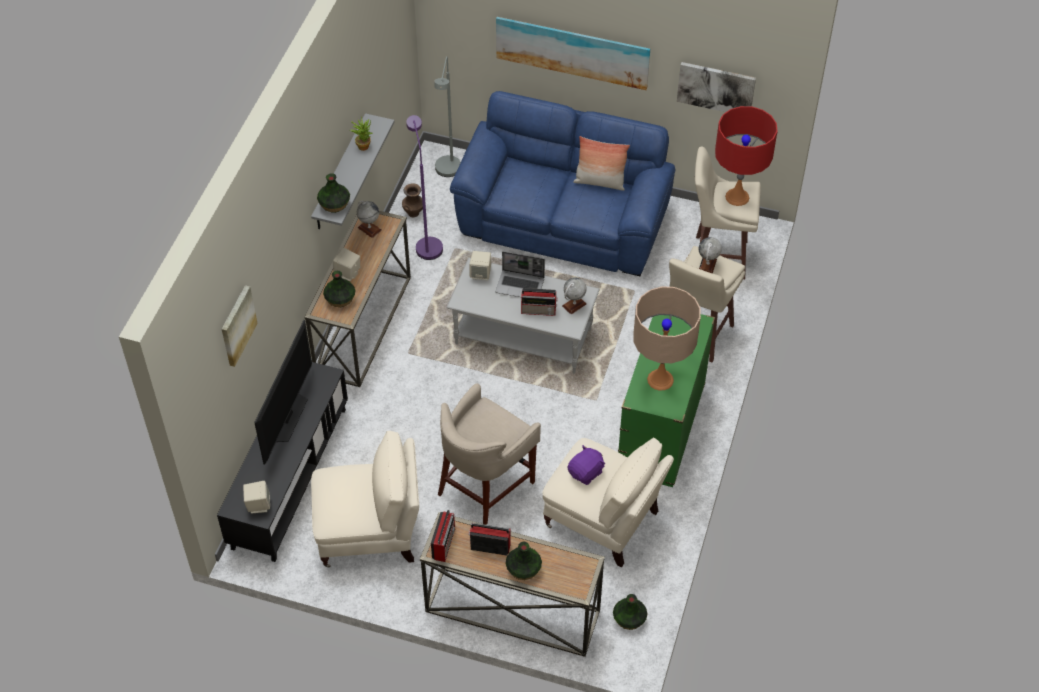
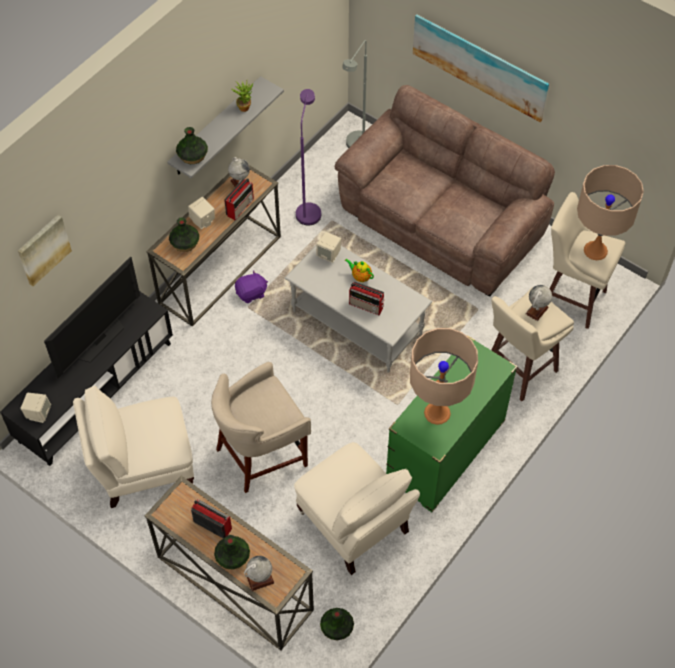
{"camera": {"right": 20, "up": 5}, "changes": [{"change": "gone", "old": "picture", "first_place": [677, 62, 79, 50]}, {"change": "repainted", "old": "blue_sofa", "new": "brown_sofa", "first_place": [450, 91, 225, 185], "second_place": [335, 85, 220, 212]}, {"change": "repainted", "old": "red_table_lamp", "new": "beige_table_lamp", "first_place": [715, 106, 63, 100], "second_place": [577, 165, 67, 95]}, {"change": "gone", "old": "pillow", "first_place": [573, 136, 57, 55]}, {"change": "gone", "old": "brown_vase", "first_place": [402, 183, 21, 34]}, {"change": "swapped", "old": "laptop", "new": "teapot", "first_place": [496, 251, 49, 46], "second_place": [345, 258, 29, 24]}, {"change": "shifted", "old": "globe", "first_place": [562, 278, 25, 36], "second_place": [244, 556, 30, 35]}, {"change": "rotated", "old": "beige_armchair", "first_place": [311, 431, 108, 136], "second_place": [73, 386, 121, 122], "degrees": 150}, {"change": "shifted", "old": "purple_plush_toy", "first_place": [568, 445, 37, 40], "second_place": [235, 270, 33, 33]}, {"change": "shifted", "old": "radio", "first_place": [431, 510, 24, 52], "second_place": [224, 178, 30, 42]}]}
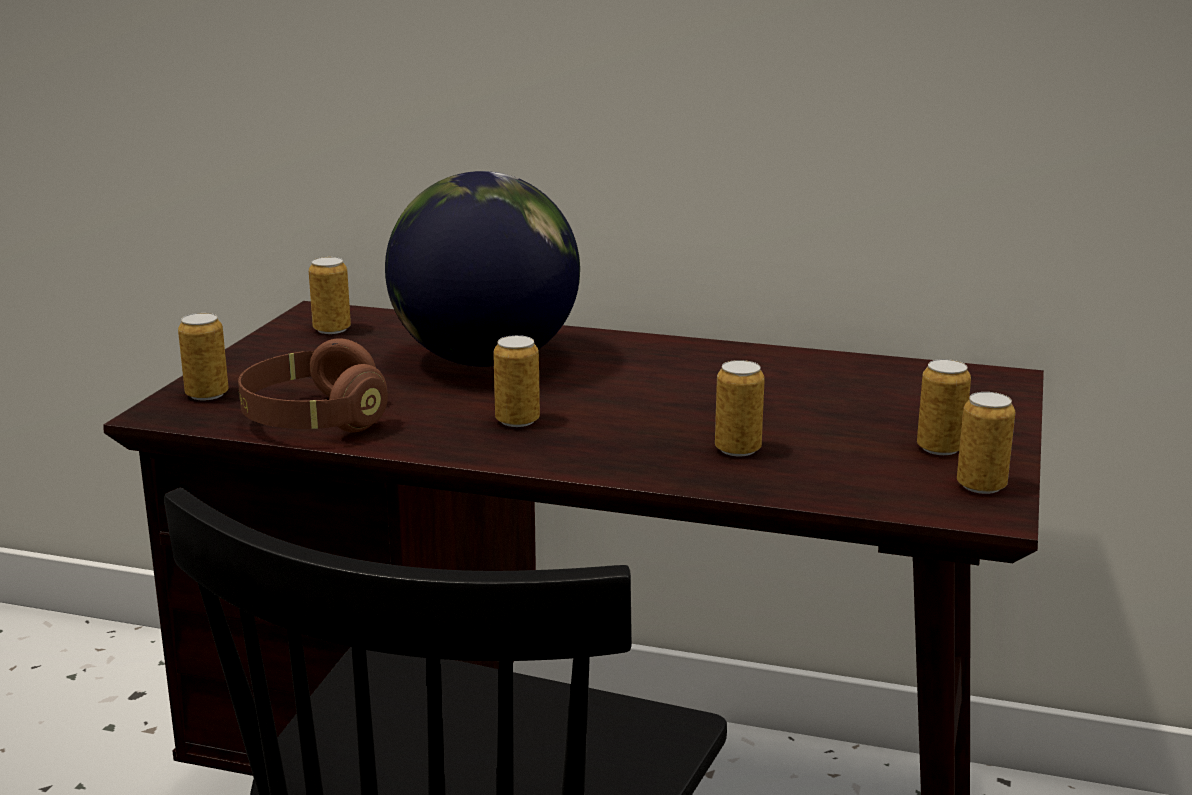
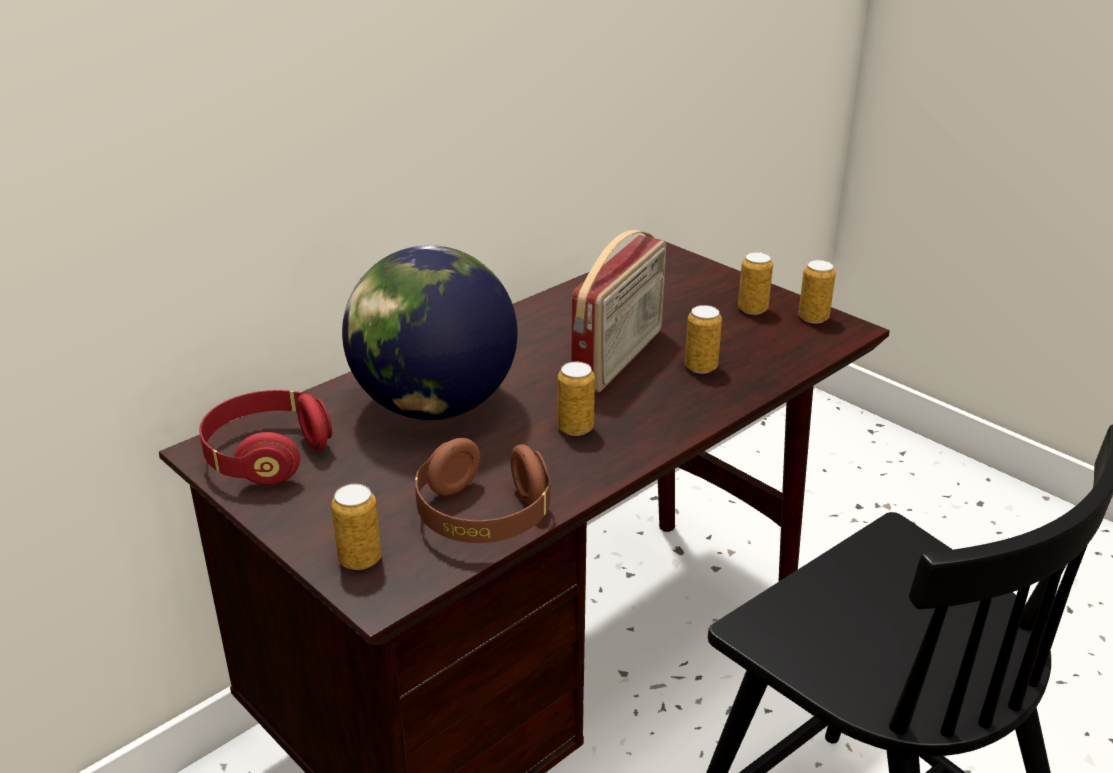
{"camera": {"right": -60, "up": 10}, "changes": [{"change": "swapped", "old": "can", "new": "red_headphones", "first_place": [309, 257, 42, 77], "second_place": [199, 390, 133, 95]}, {"change": "new", "new": "radio", "second_place": [571, 230, 95, 162]}]}
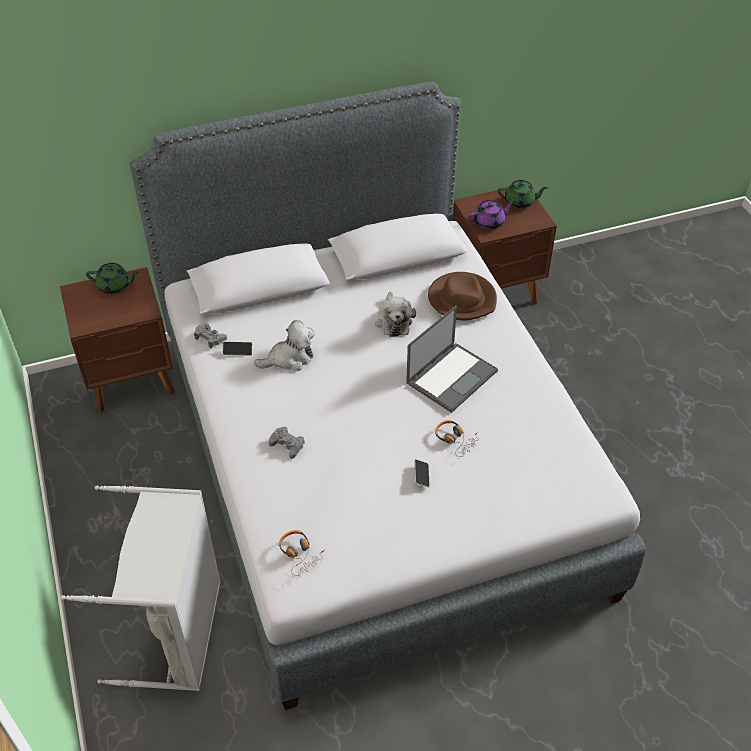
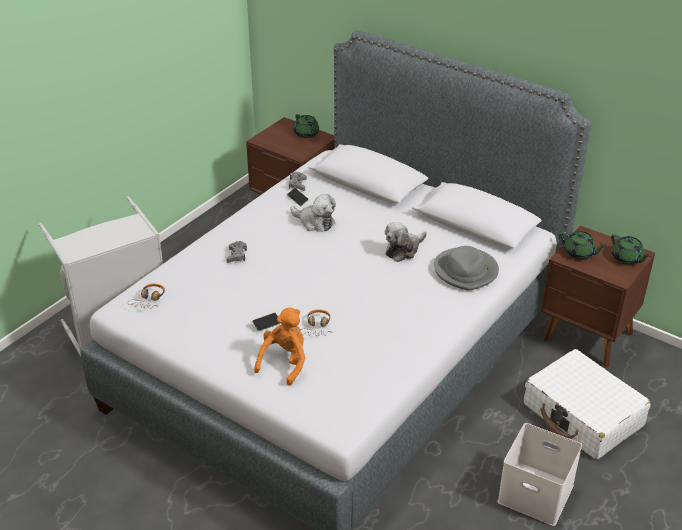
{"camera": {"right": 55, "up": -10}, "changes": [{"change": "repainted", "old": "purple_teapot", "new": "green_teapot", "first_place": [468, 200, 47, 30], "second_place": [559, 231, 48, 28]}, {"change": "repainted", "old": "brown_hat", "new": "grey_hat", "first_place": [428, 272, 69, 48], "second_place": [434, 246, 65, 45]}, {"change": "gone", "old": "laptop", "first_place": [406, 305, 92, 108]}, {"change": "new", "new": "orange_plush_toy", "second_place": [254, 307, 51, 79]}, {"change": "new", "new": "white_suitcase", "second_place": [524, 349, 127, 111]}, {"change": "new", "new": "white_storage_box", "second_place": [497, 423, 85, 103]}]}
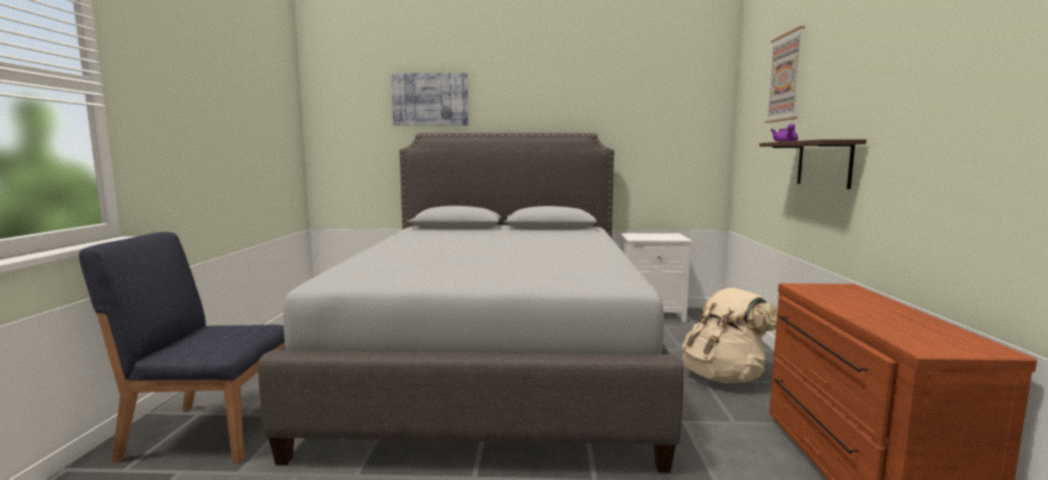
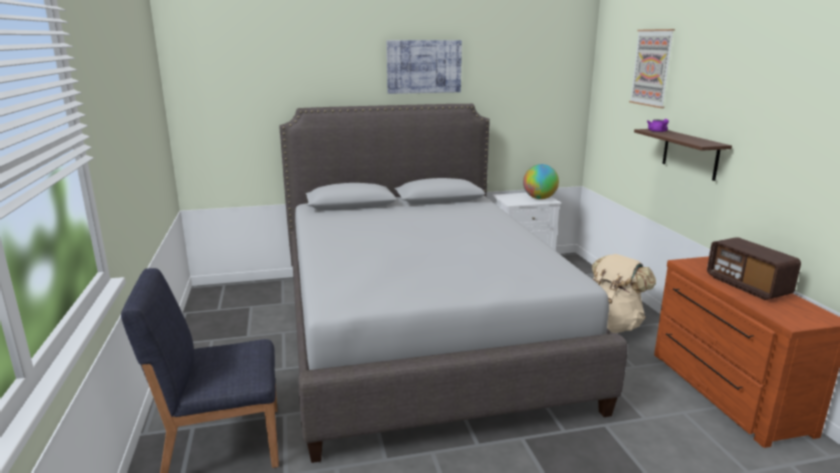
{"camera": {"right": -15, "up": 10}, "changes": [{"change": "shifted", "old": "picture", "first_place": [391, 73, 77, 53], "second_place": [387, 40, 75, 54]}, {"change": "new", "new": "globe", "second_place": [523, 164, 36, 35]}, {"change": "new", "new": "radio", "second_place": [707, 237, 94, 63]}]}
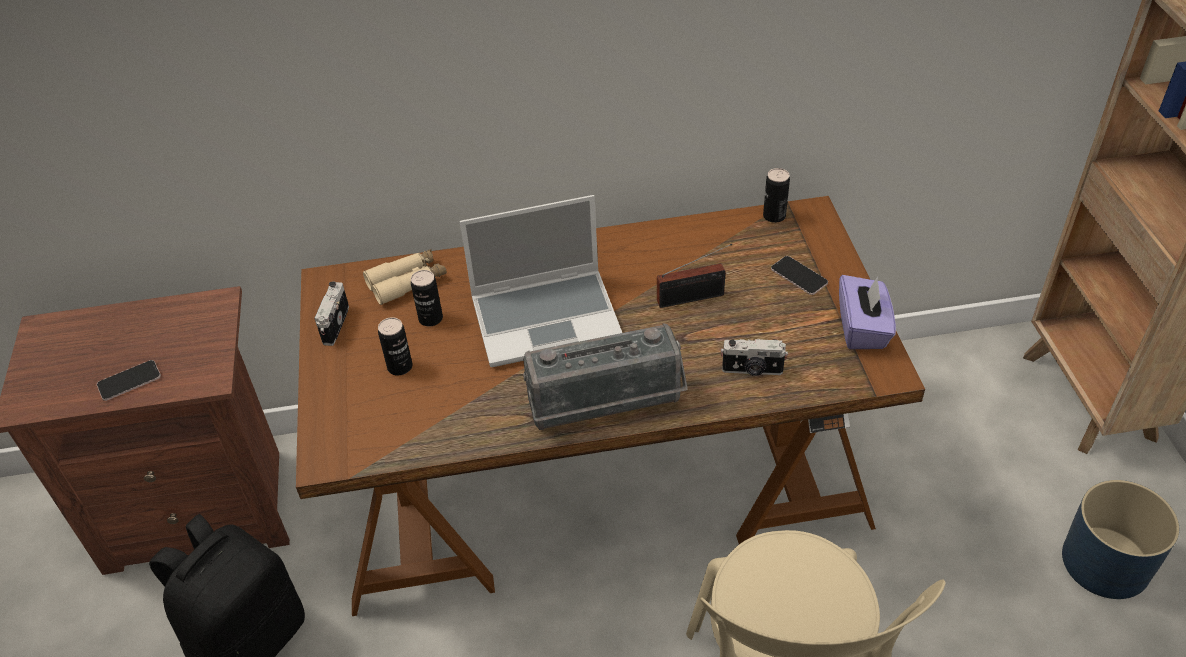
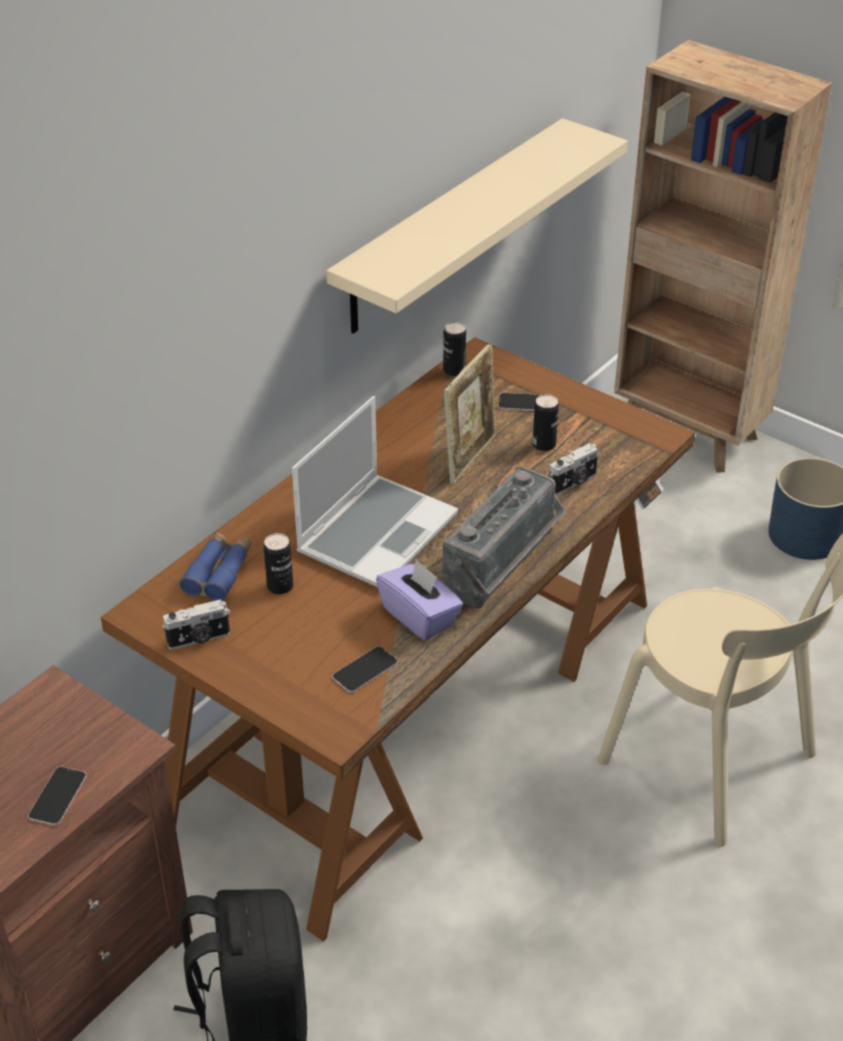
{"camera": {"right": -45, "up": -5}, "changes": [{"change": "swapped", "old": "radio", "new": "picture_frame", "first_place": [657, 244, 75, 64], "second_place": [444, 343, 52, 142]}, {"change": "repainted", "old": "beige_binoculars", "new": "blue_binoculars", "first_place": [363, 249, 84, 56], "second_place": [179, 531, 73, 70]}, {"change": "shifted", "old": "purple_tissue_box", "first_place": [839, 275, 57, 74], "second_place": [376, 559, 87, 82]}, {"change": "rotated", "old": "photo_camera", "first_place": [314, 281, 35, 65], "second_place": [162, 599, 68, 51], "degrees": -75}, {"change": "shifted", "old": "can", "first_place": [378, 317, 35, 58], "second_place": [532, 394, 27, 57]}, {"change": "new", "new": "beige_shelf", "second_place": [326, 118, 301, 216]}, {"change": "new", "new": "phone", "second_place": [332, 646, 66, 47]}]}
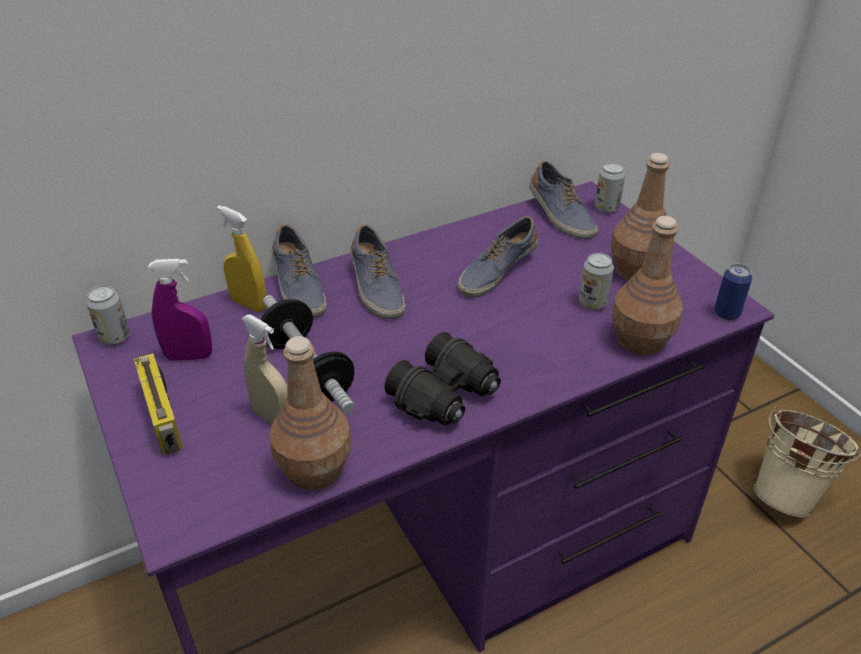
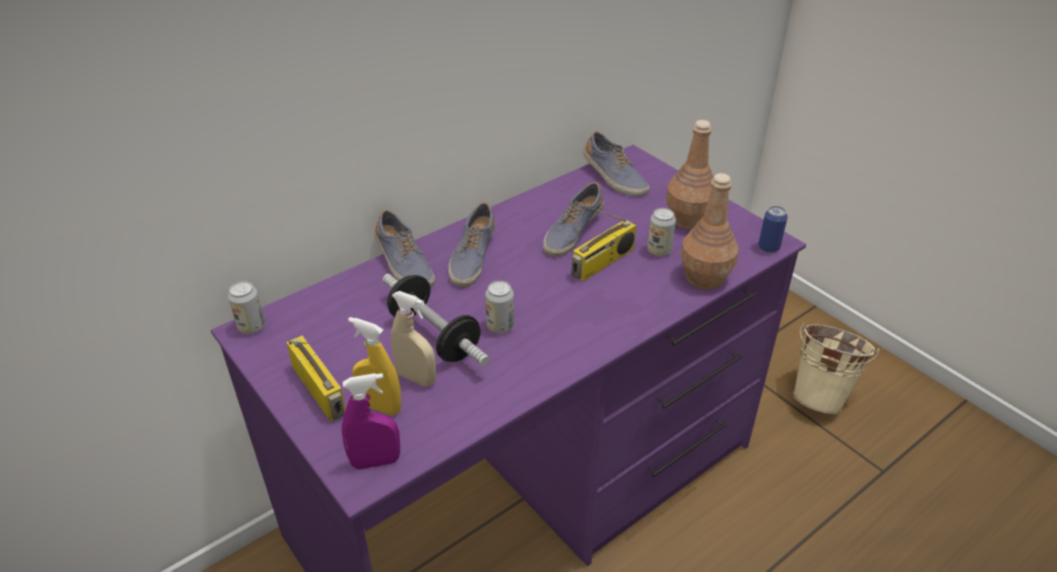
{"camera": {"right": -10, "up": 0}, "changes": [{"change": "shifted", "old": "can", "first_place": [595, 162, 30, 51], "second_place": [486, 281, 28, 52]}, {"change": "shifted", "old": "yellow_spray_bottle", "first_place": [217, 205, 50, 107], "second_place": [348, 317, 53, 99]}, {"change": "rotated", "old": "shoe", "first_place": [350, 224, 55, 95], "second_place": [448, 202, 48, 85], "degrees": 45}, {"change": "shifted", "old": "purple_spray_bottle", "first_place": [148, 259, 64, 102], "second_place": [342, 373, 58, 97]}, {"change": "gone", "old": "black_binoculars", "first_place": [384, 332, 117, 93]}, {"change": "gone", "old": "brown_bottle", "first_place": [269, 336, 83, 154]}, {"change": "new", "new": "radio", "second_place": [571, 206, 65, 75]}]}
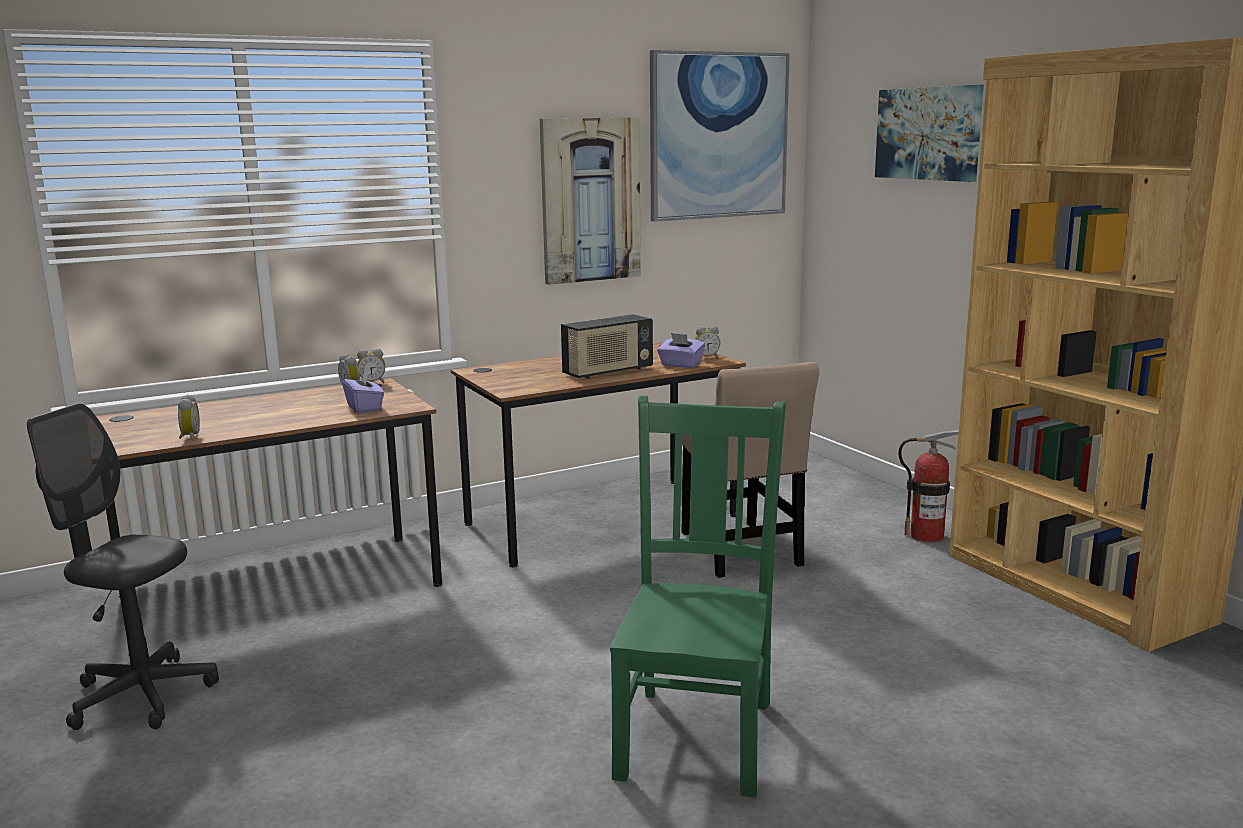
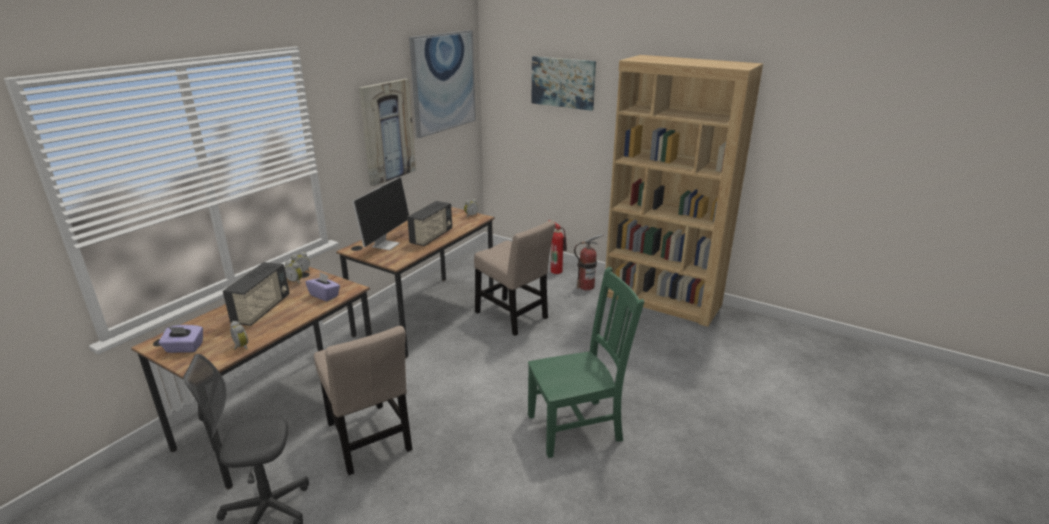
{"camera": {"right": -30, "up": 10}, "changes": [{"change": "shifted", "old": "purple_tissue_box", "first_place": [657, 333, 48, 35], "second_place": [159, 325, 44, 28]}, {"change": "rotated", "old": "green_chair", "first_place": [610, 396, 176, 402], "second_place": [528, 267, 116, 191], "degrees": 90}, {"change": "new", "new": "monitor", "second_place": [352, 177, 57, 73]}, {"change": "new", "new": "fire_extinguisher", "second_place": [548, 220, 19, 54]}, {"change": "new", "new": "radio", "second_place": [223, 262, 66, 64]}, {"change": "new", "new": "beige_chair", "second_place": [314, 326, 98, 149]}]}
